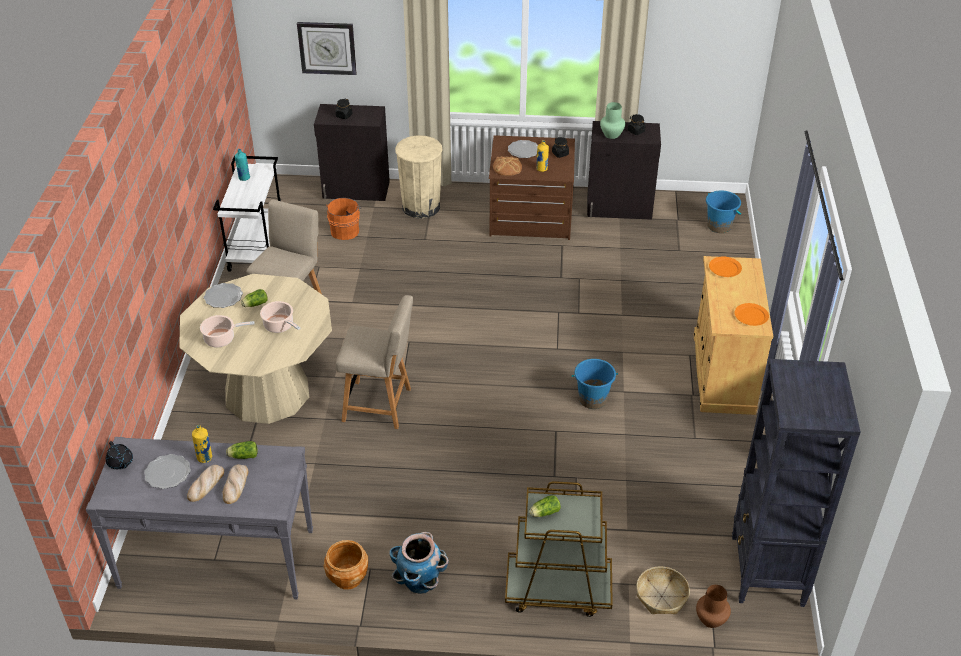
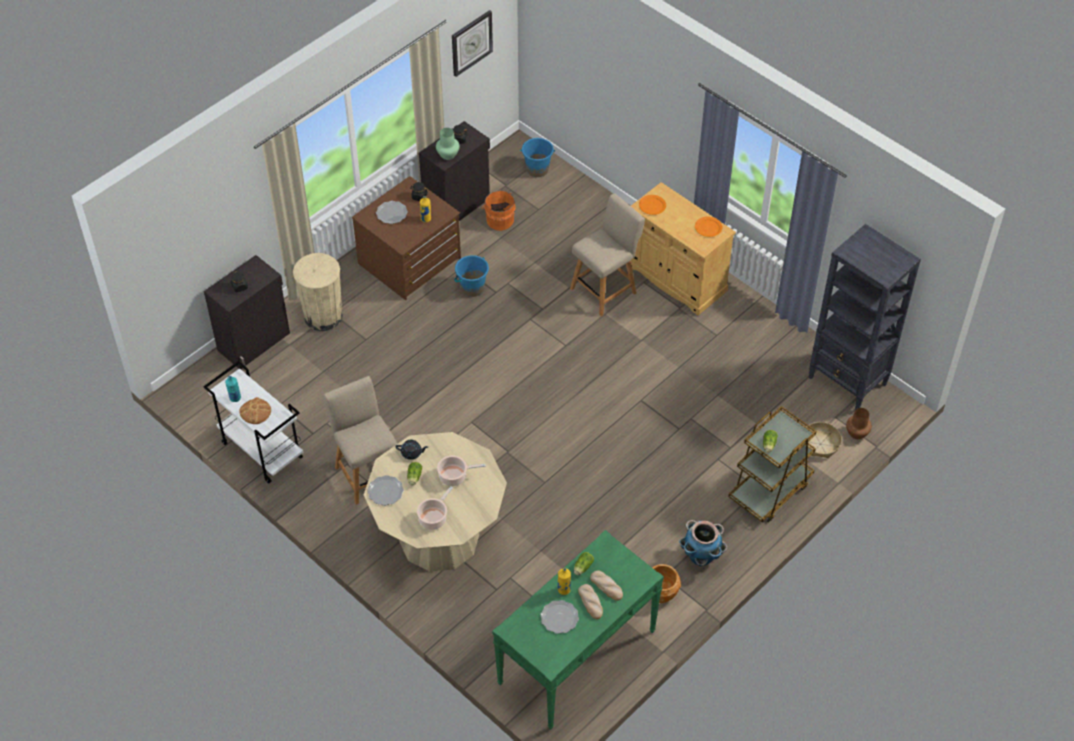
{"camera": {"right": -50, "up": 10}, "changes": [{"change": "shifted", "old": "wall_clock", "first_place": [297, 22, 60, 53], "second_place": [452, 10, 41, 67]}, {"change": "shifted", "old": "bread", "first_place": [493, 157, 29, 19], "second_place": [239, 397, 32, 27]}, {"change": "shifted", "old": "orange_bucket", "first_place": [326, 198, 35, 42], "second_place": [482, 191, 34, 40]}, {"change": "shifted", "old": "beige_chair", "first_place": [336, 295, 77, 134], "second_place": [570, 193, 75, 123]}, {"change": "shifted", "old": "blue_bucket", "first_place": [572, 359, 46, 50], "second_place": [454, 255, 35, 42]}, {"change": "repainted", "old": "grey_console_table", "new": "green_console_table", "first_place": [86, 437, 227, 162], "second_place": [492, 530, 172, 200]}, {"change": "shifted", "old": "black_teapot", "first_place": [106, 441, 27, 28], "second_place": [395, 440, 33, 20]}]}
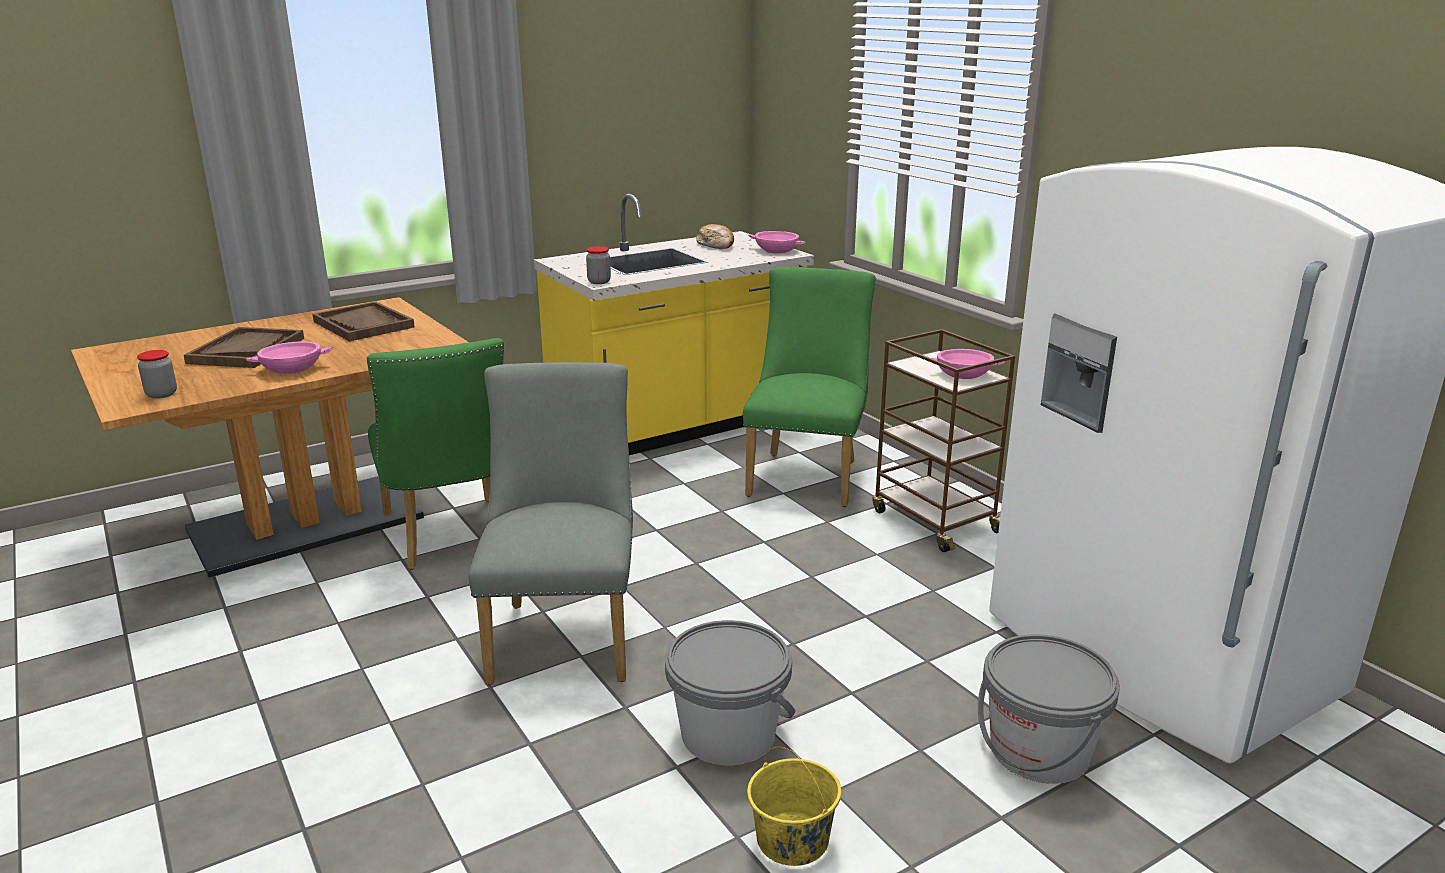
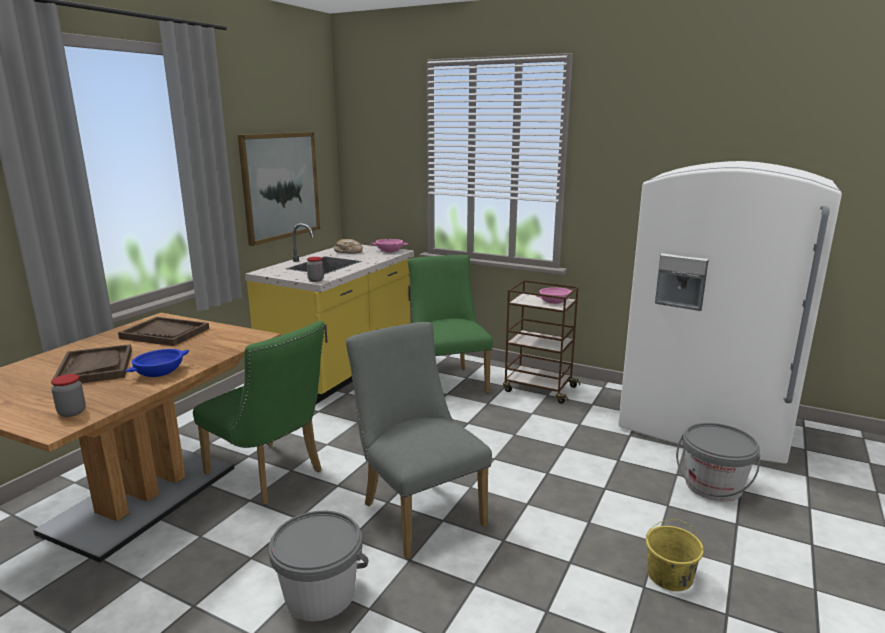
{"camera": {"right": -30, "up": -5}, "changes": [{"change": "repainted", "old": "pink_bowl", "new": "blue_bowl", "first_place": [246, 341, 87, 33], "second_place": [125, 349, 64, 28]}, {"change": "shifted", "old": "grey_bucket", "first_place": [665, 620, 130, 145], "second_place": [268, 511, 101, 110]}, {"change": "new", "new": "picture", "second_place": [238, 132, 82, 114]}]}
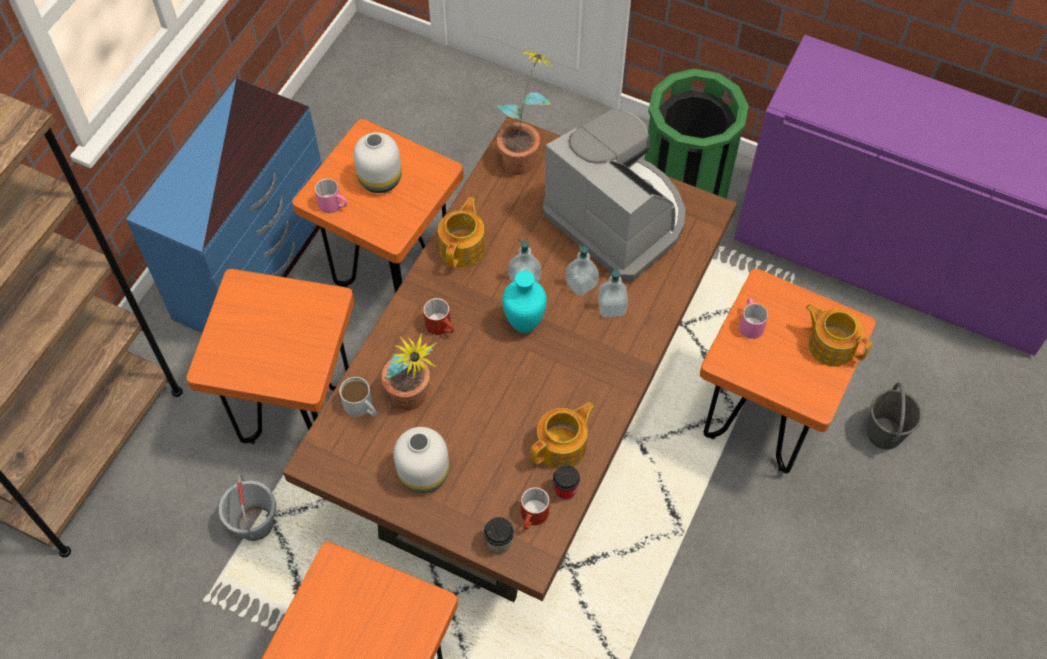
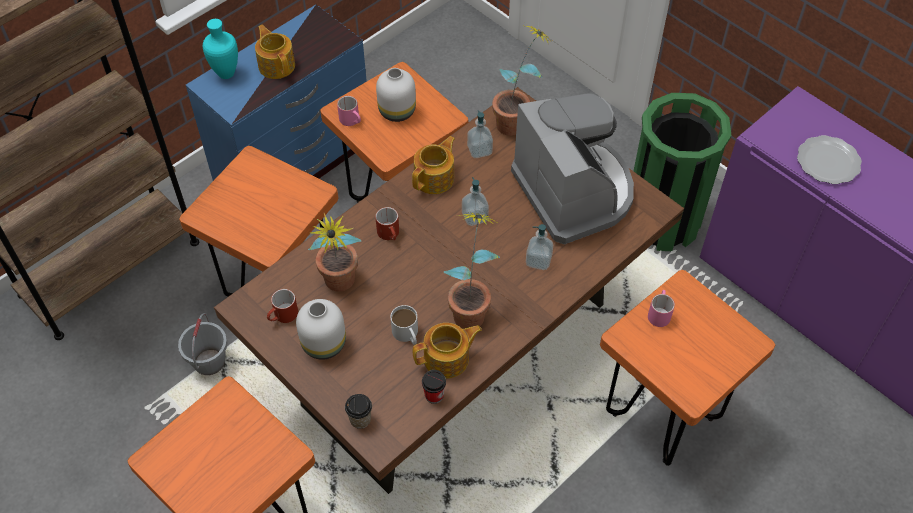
{"camera": {"right": 20, "up": -5}, "changes": [{"change": "shifted", "old": "soap_dispenser", "first_place": [565, 244, 34, 52], "second_place": [467, 110, 26, 48]}, {"change": "shifted", "old": "turquoise_vase", "first_place": [503, 270, 44, 63], "second_place": [203, 19, 35, 60]}, {"change": "shifted", "old": "teapot", "first_place": [805, 304, 67, 63], "second_place": [255, 25, 40, 54]}, {"change": "shifted", "old": "white_mug", "first_place": [340, 377, 37, 40], "second_place": [391, 305, 27, 40]}, {"change": "gone", "old": "grey_bucket", "first_place": [867, 382, 55, 67]}, {"change": "shifted", "old": "red_mug", "first_place": [521, 487, 29, 43], "second_place": [267, 289, 31, 34]}, {"change": "new", "new": "plate", "second_place": [797, 135, 65, 49]}, {"change": "new", "new": "potted_plant", "second_place": [444, 213, 56, 116]}]}
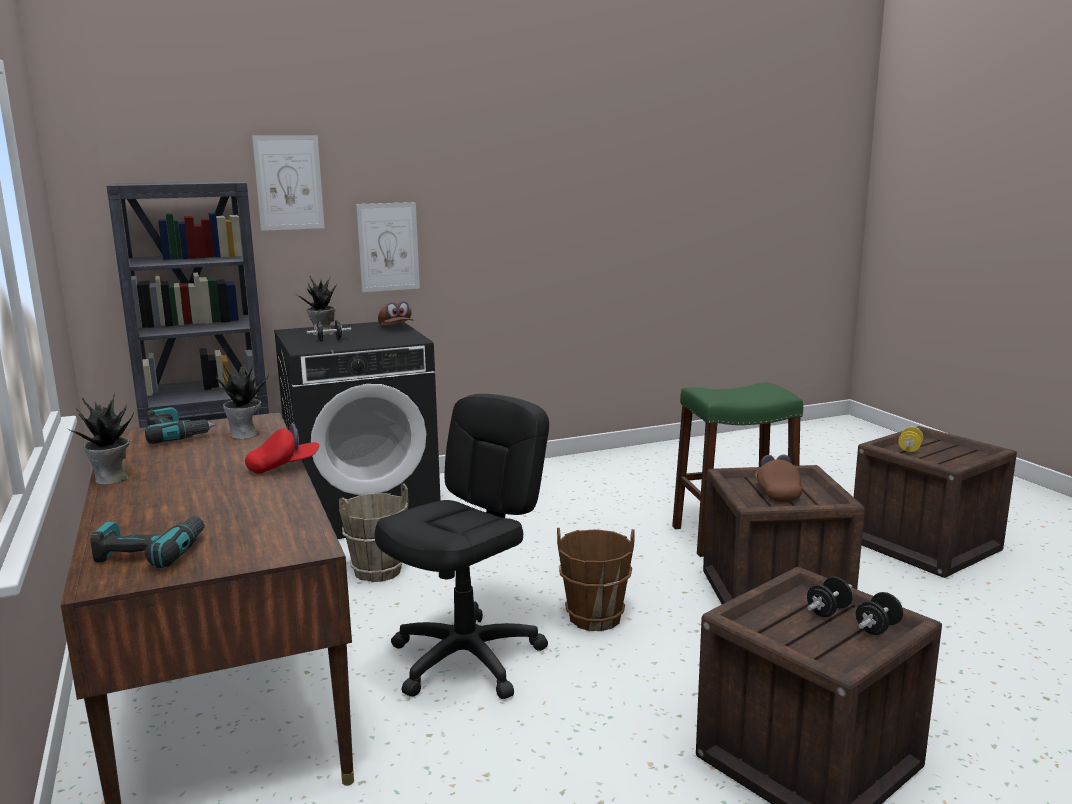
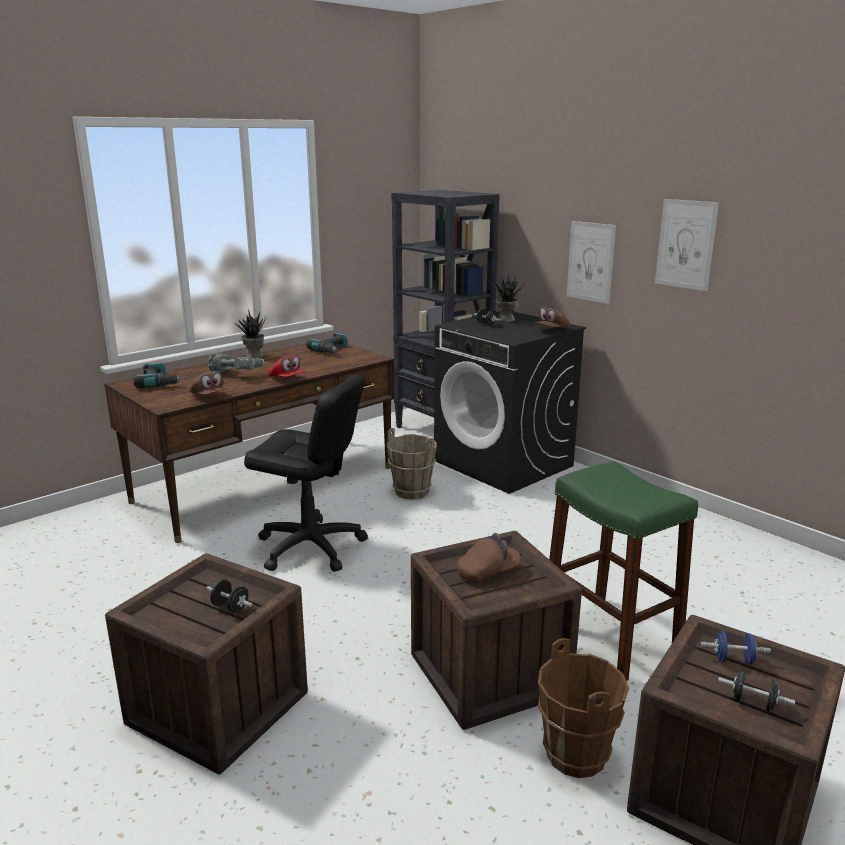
{"camera": {"right": 70, "up": 5}, "changes": [{"change": "shifted", "old": "picture", "first_place": [252, 135, 73, 96], "second_place": [655, 199, 64, 92]}, {"change": "gone", "old": "potted_plant", "first_place": [216, 361, 53, 78]}, {"change": "repainted", "old": "yellow_dumbbell", "new": "blue_dumbbell", "first_place": [898, 427, 25, 25], "second_place": [701, 631, 70, 34]}, {"change": "shifted", "old": "brown_bucket", "first_place": [557, 528, 78, 103], "second_place": [538, 638, 91, 140]}, {"change": "shifted", "old": "black_dumbbell", "first_place": [856, 592, 47, 43], "second_place": [718, 670, 77, 42]}, {"change": "new", "new": "power_drill", "second_place": [208, 353, 60, 19]}, {"change": "new", "new": "brown_cap", "second_place": [189, 371, 39, 24]}]}
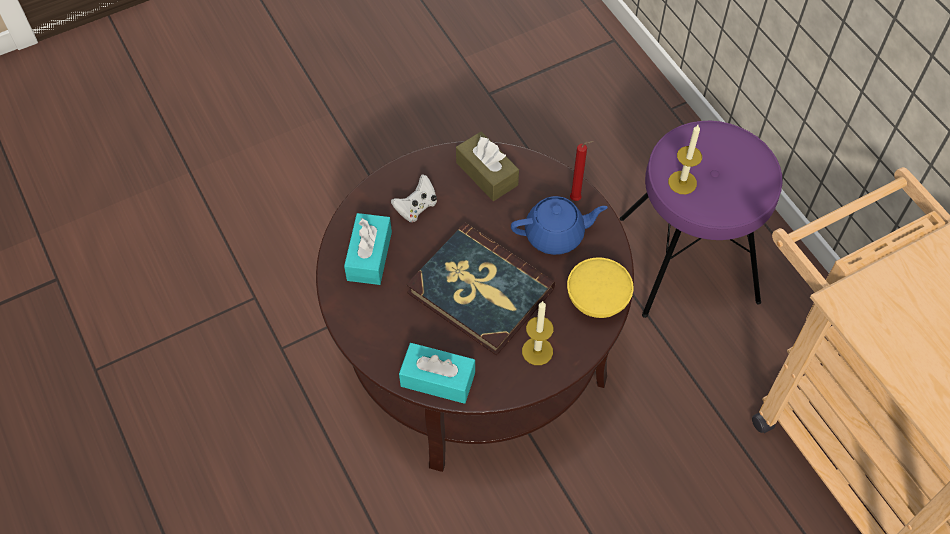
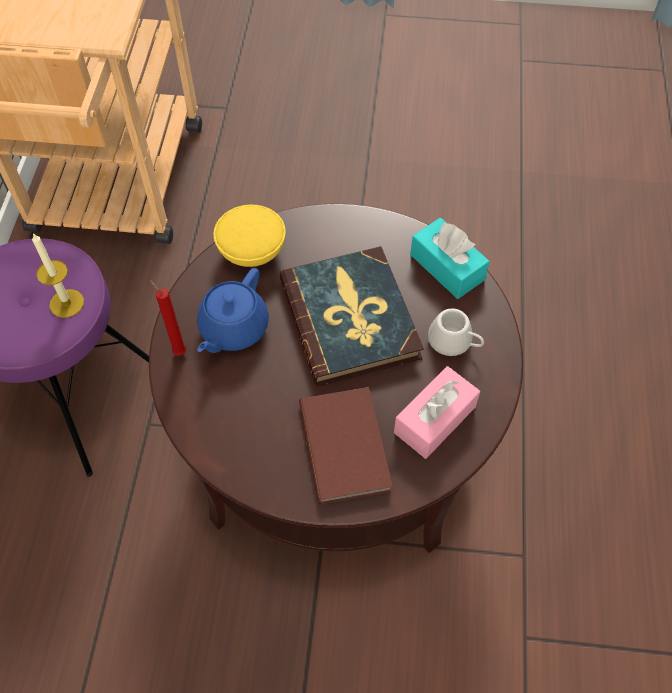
{"camera": {"right": -145, "up": 0}, "changes": [{"change": "gone", "old": "brown_tissue_box", "first_place": [456, 131, 63, 70]}, {"change": "swapped", "old": "white_game_controller", "new": "brown_book", "first_place": [391, 175, 46, 47], "second_place": [299, 387, 94, 118]}, {"change": "rotated", "old": "blue_teapot", "first_place": [511, 196, 97, 59], "second_place": [197, 268, 72, 85], "degrees": -90}, {"change": "repainted", "old": "turquoise_tissue_box", "new": "pink_tissue_box", "first_place": [344, 213, 48, 72], "second_place": [394, 366, 86, 93]}, {"change": "gone", "old": "candle", "first_place": [522, 301, 32, 64]}, {"change": "new", "new": "white_mug", "second_place": [428, 308, 56, 48]}]}
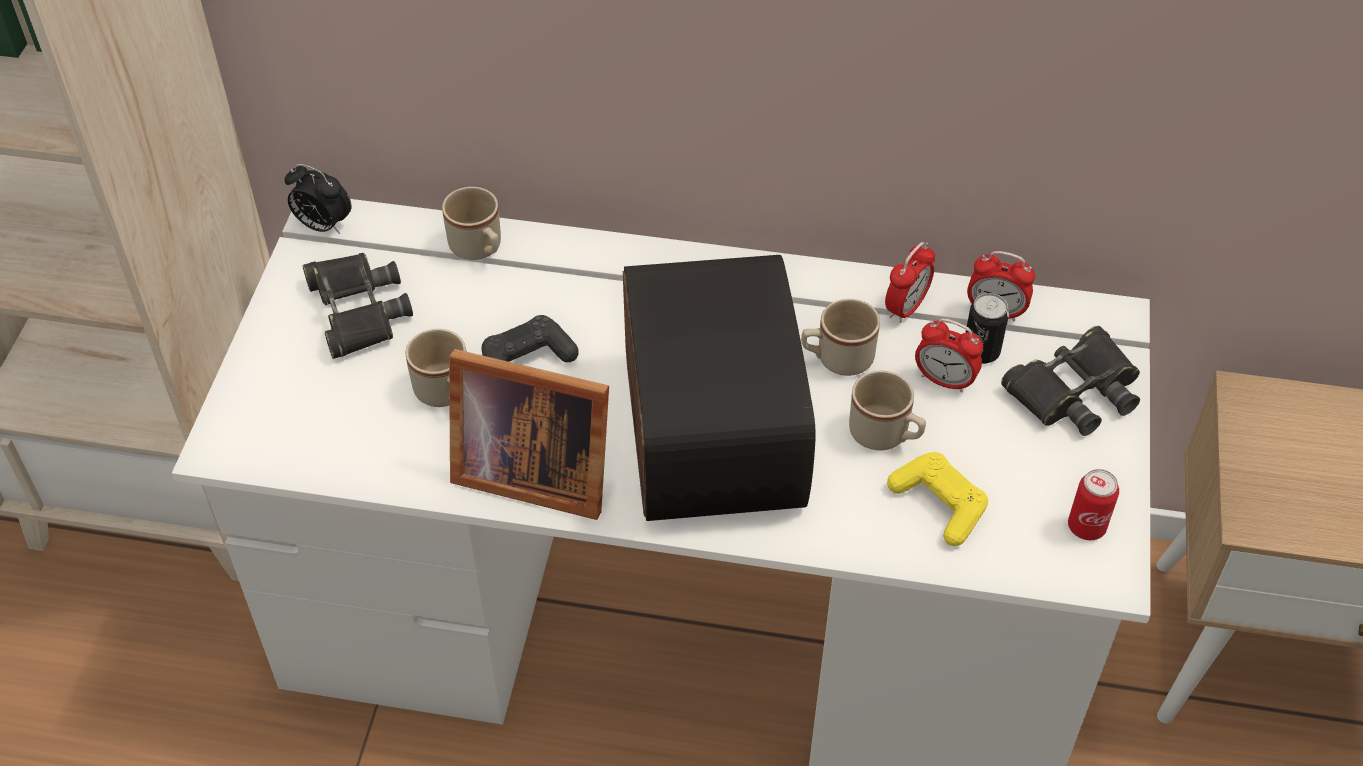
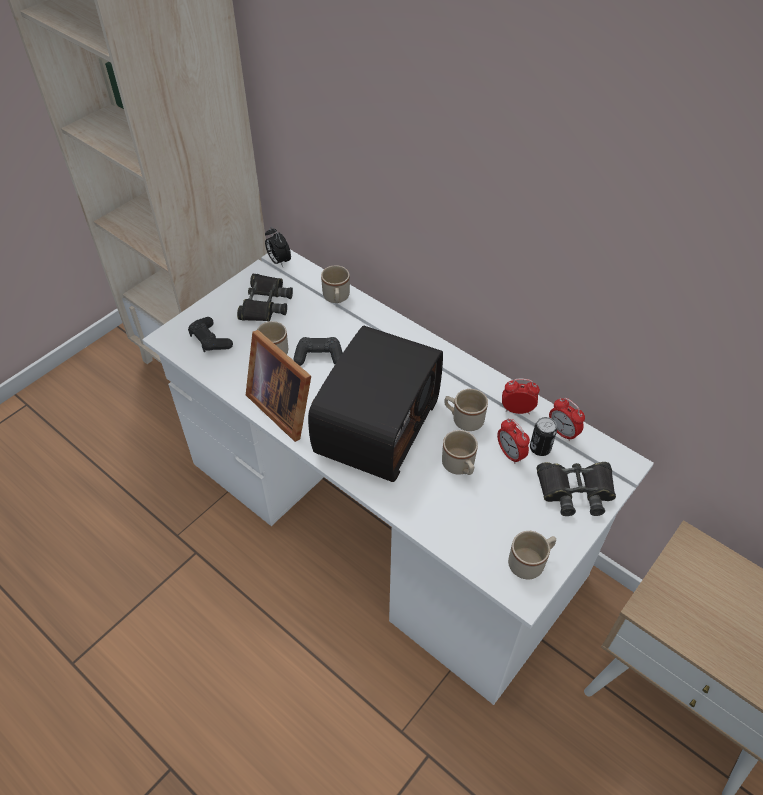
{"camera": {"right": 30, "up": 0}, "changes": [{"change": "rotated", "old": "alarm_clock", "first_place": [885, 242, 50, 81], "second_place": [502, 378, 38, 36], "degrees": -150}, {"change": "gone", "old": "yellow_game_controller", "first_place": [887, 452, 101, 94]}, {"change": "swapped", "old": "can", "new": "beige_mug", "first_place": [1068, 469, 51, 71], "second_place": [508, 531, 48, 49]}, {"change": "new", "new": "black_game_controller", "second_place": [188, 317, 45, 35]}]}
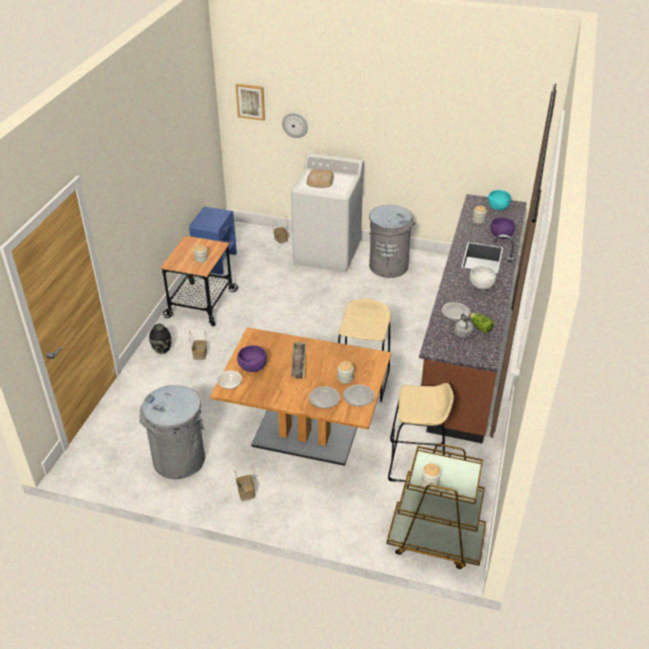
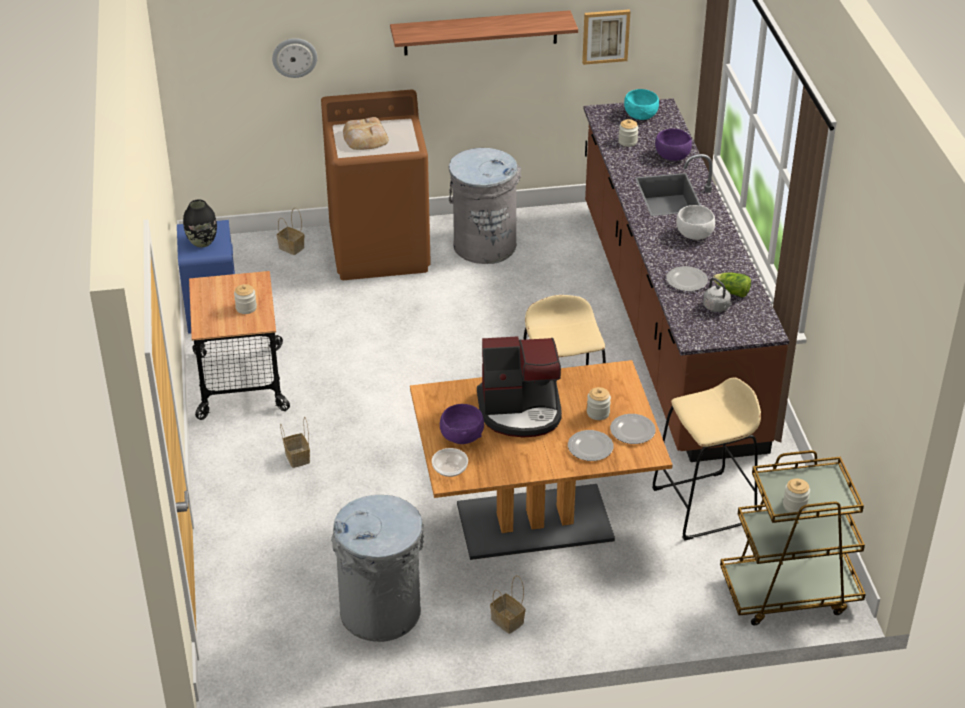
{"camera": {"right": -25, "up": 0}, "changes": [{"change": "shifted", "old": "picture", "first_place": [236, 84, 29, 37], "second_place": [582, 9, 48, 56]}, {"change": "repainted", "old": "white_washing_machine", "new": "brown_washing_machine", "first_place": [291, 153, 73, 119], "second_place": [321, 90, 110, 190]}, {"change": "shifted", "old": "black_vase", "first_place": [149, 324, 23, 30], "second_place": [183, 200, 34, 48]}, {"change": "swapped", "old": "tray", "new": "coffee_machine", "first_place": [291, 342, 15, 37], "second_place": [477, 336, 85, 101]}, {"change": "new", "new": "shelf", "second_place": [390, 10, 188, 45]}]}
